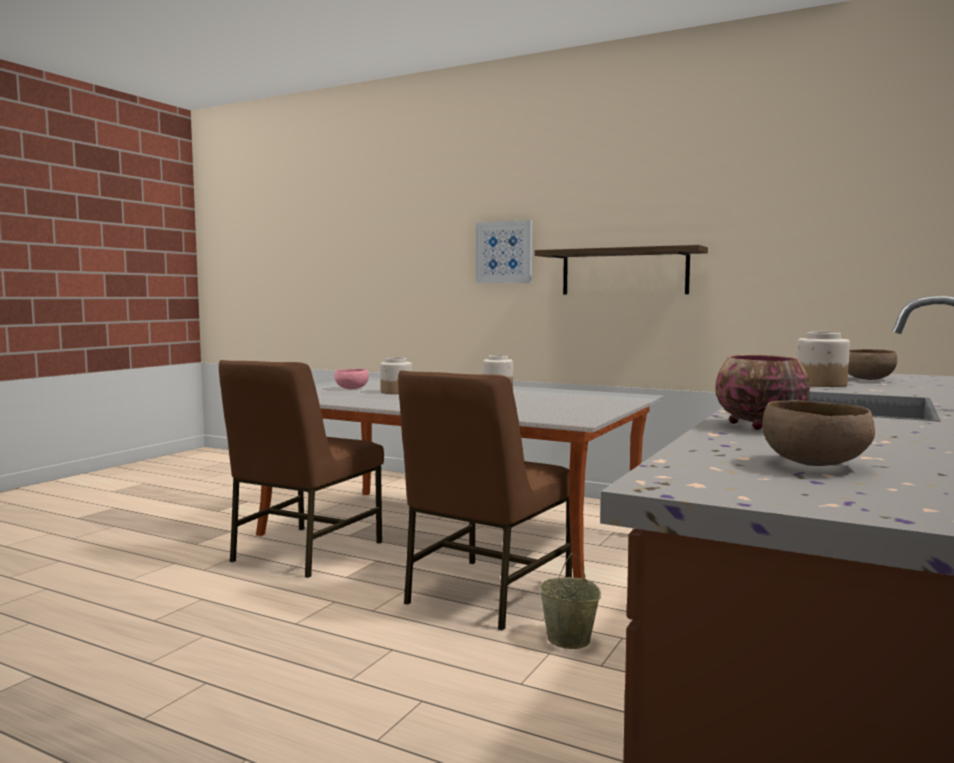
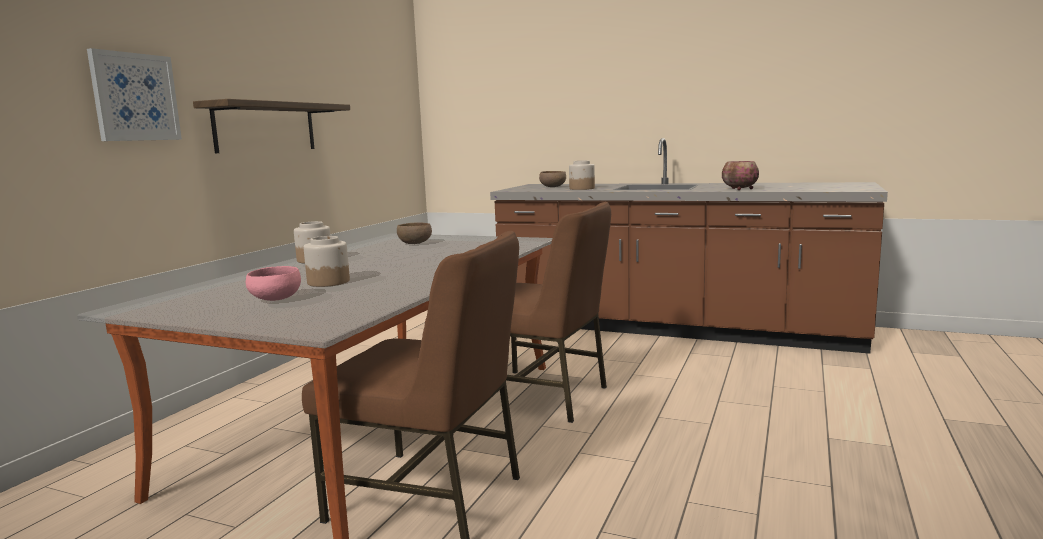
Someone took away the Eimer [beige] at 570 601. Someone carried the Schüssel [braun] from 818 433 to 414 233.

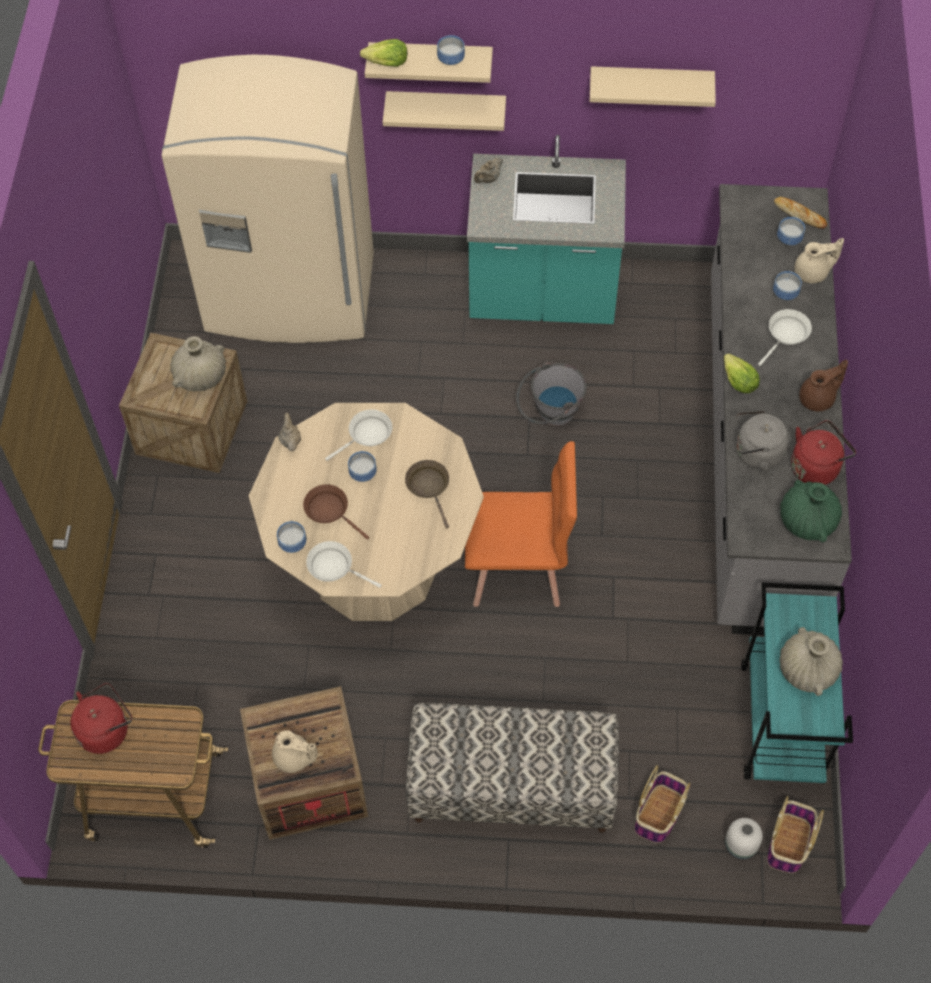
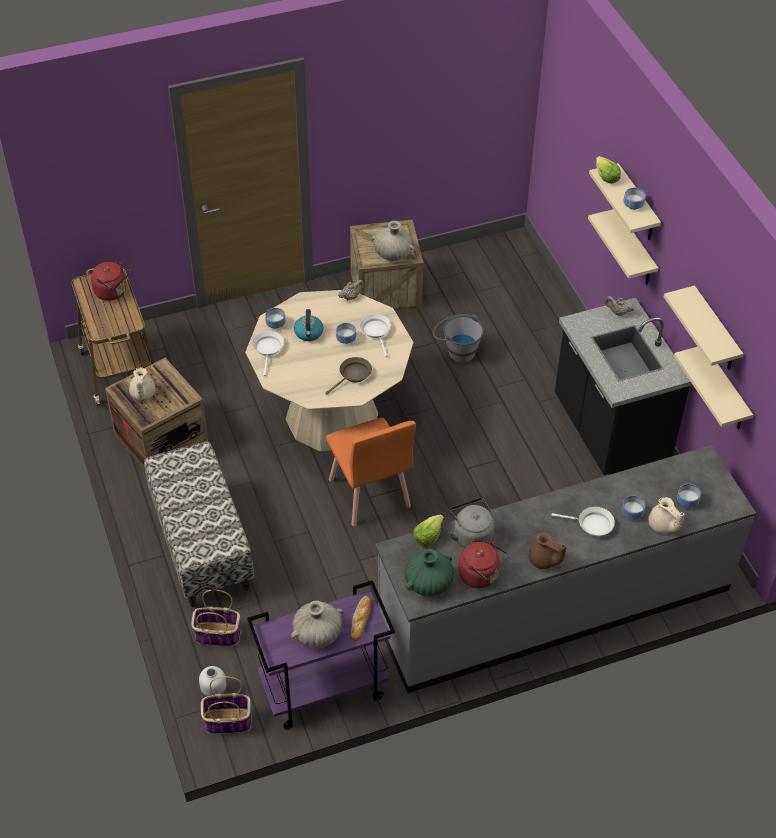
Someone took away the Kühlschrank [beige] at 267 199. Someone swapped the Pfanne [braun] at 336 512 for the Wasserkessel at 308 325. Someone rotated the Pfanne [weiß] at 358 435 by 135 degrees counterclockwise. Someone repainted the Küchenzeile [türkis] at 546 229, which became the Küchenzeile [schwarz] at 623 386. Someone carried the Eimer [grau] from 551 394 to 458 338. Someone carried the Salatkopf from 742 373 to 429 531. Someone repainted the Rollwagen [türkis] at 797 682, which became the Rollwagen [lila] at 321 654. Someone carried the Brot from 800 213 to 361 618. Someone put up the Wandregal [beige] at 713 388.

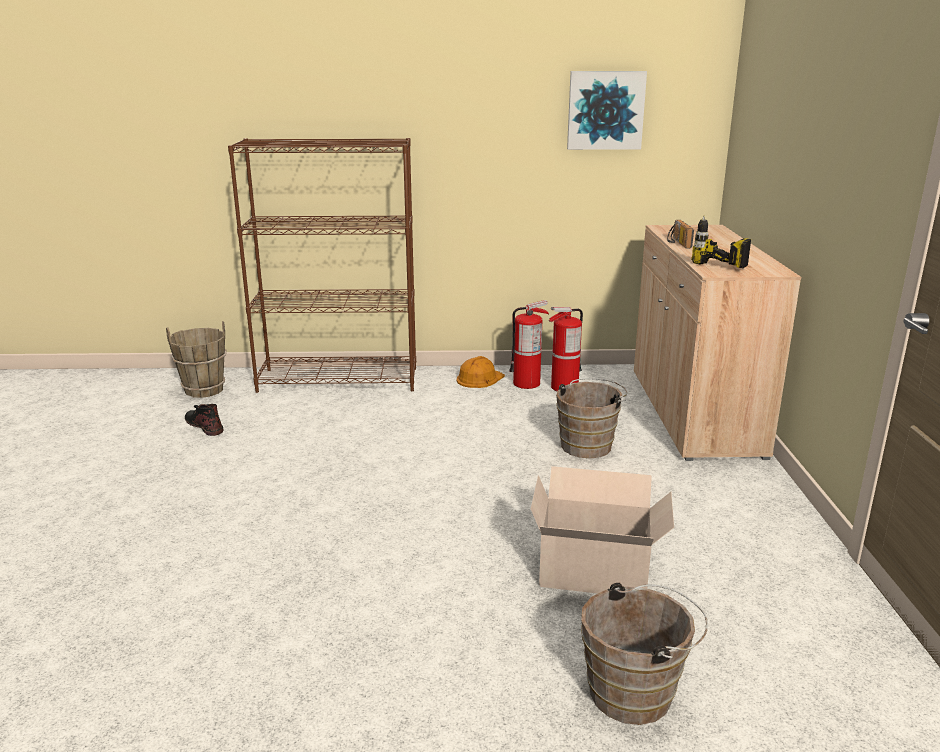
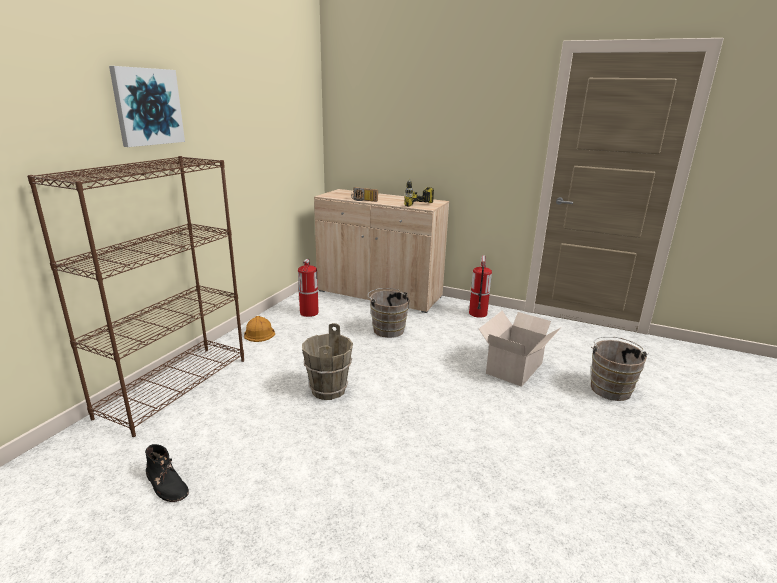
Someone carried the Eimer [braun] from 196 359 to 327 361. Someone rotated the Stiefel [schwarz] at 204 420 by 120 degrees counterclockwise. Someone carried the Feuerlöscher from 529 344 to 480 286. Someone carried the Bild from 607 110 to 147 106.

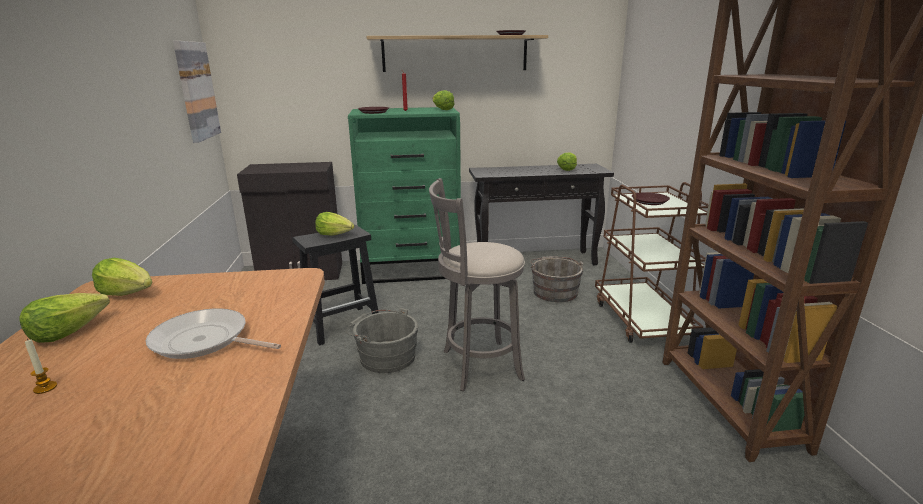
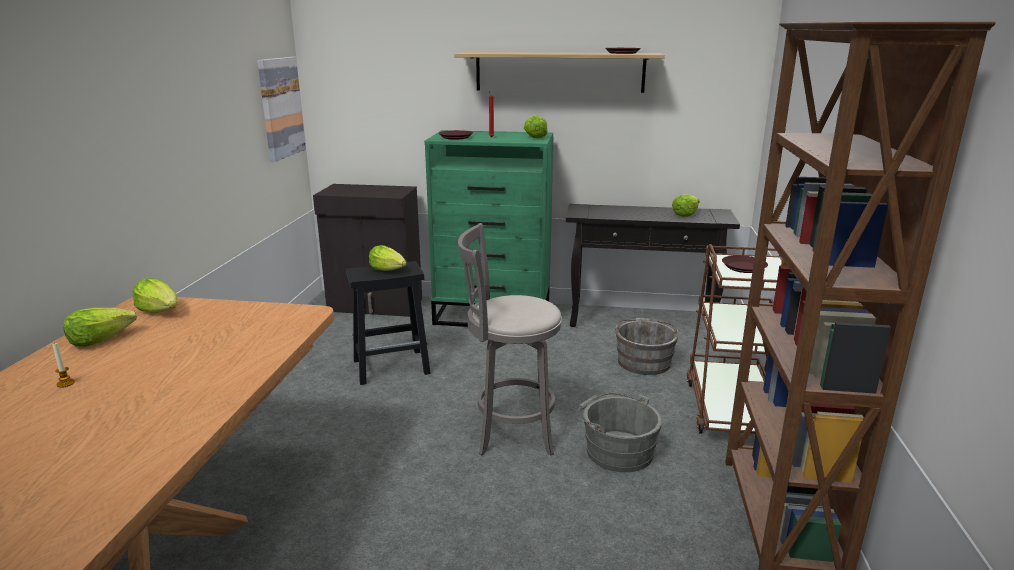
Someone took away the Pfanne at 213 333. Someone carried the Eimer [grau] from 381 340 to 618 432.

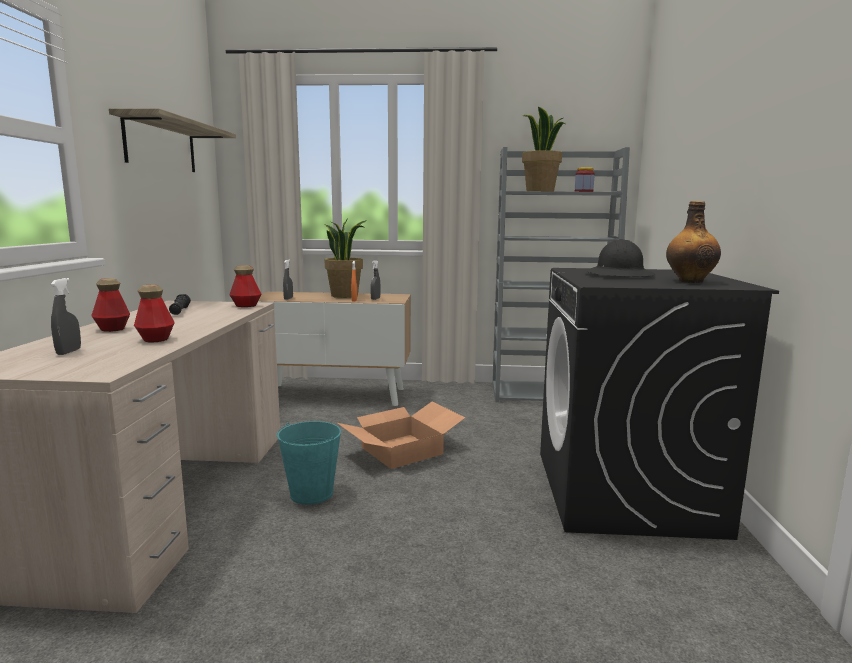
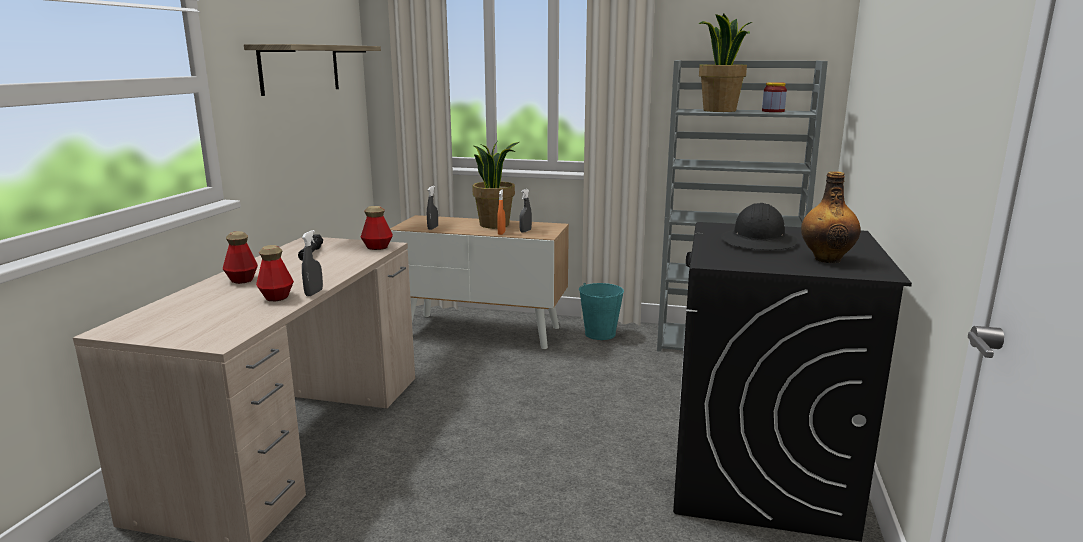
Someone carried the Sprühflasche [grau] from 66 316 to 312 263. Someone carried the Eimer [türkis] from 308 463 to 601 311. Someone took away the Karton at 401 435.

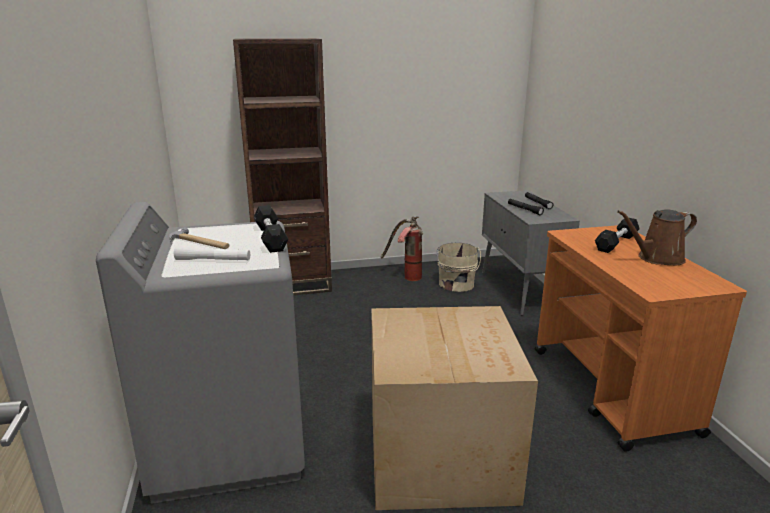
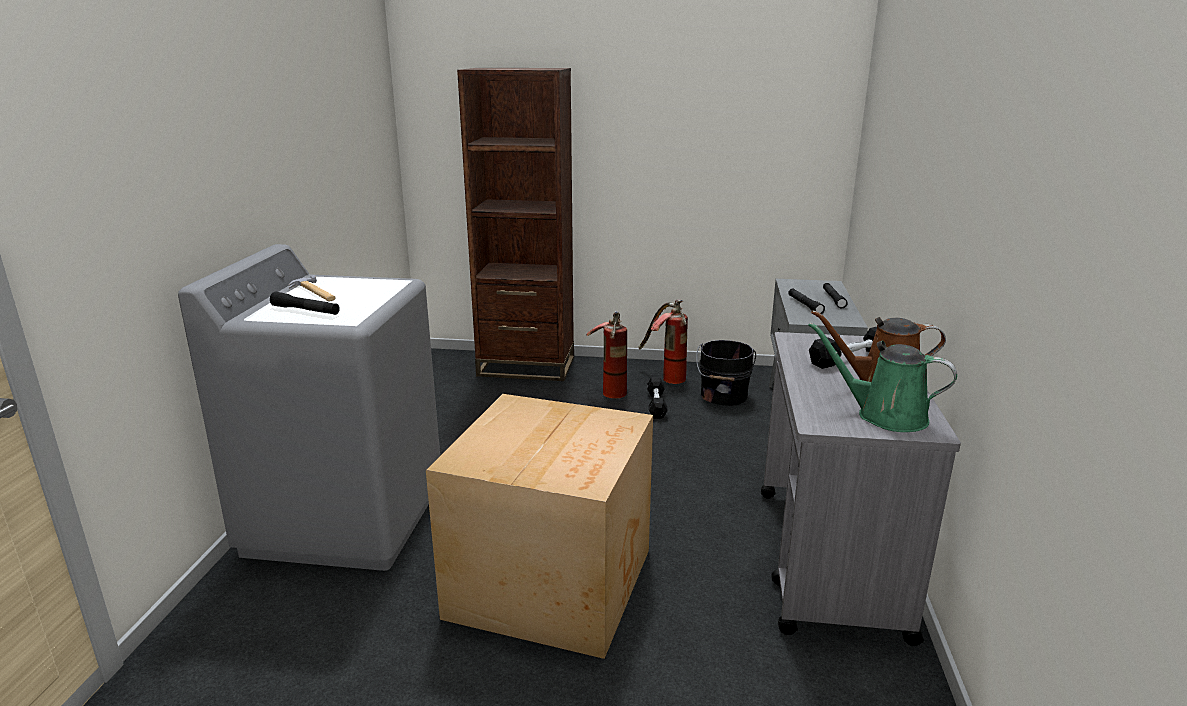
Someone repainted the Taschenlampe [weiß] at 212 253, which became the Taschenlampe [schwarz] at 305 303. Someone carried the Hantel [schwarz] from 271 229 to 657 398. Someone repainted the Eimer [beige] at 458 267, which became the Eimer [schwarz] at 726 373. Someone repainted the Rollwagen [orange] at 641 338, which became the Rollwagen [grau] at 861 489. Someone put down the Feuerlöscher at 606 354. Someone put down the Gießkanne [grün] at 882 377.

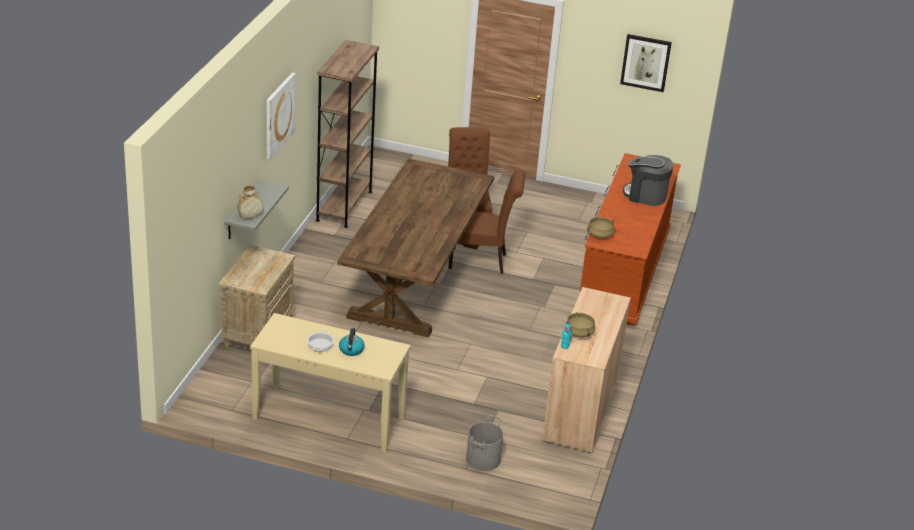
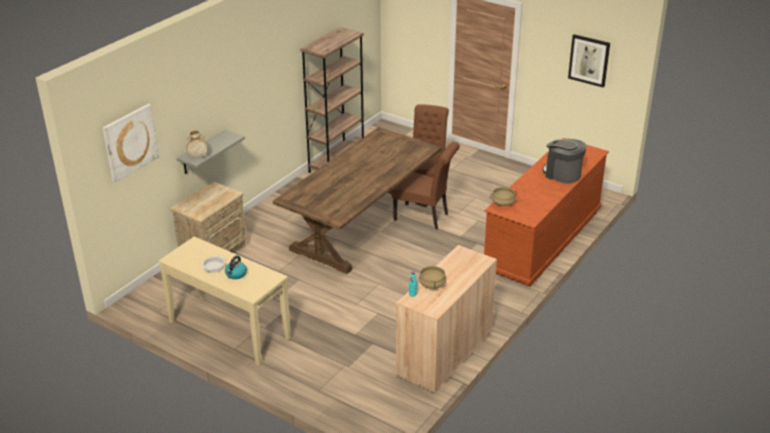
Someone carried the Bild from 281 116 to 131 143. Someone took away the Eimer [grau] at 484 443.

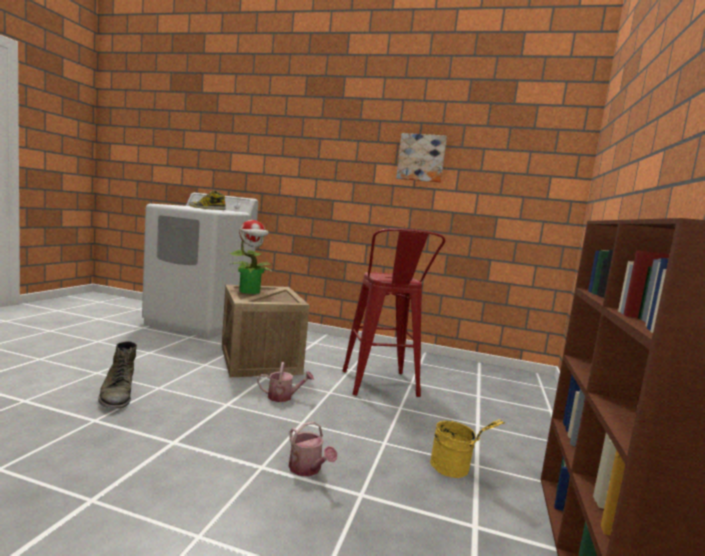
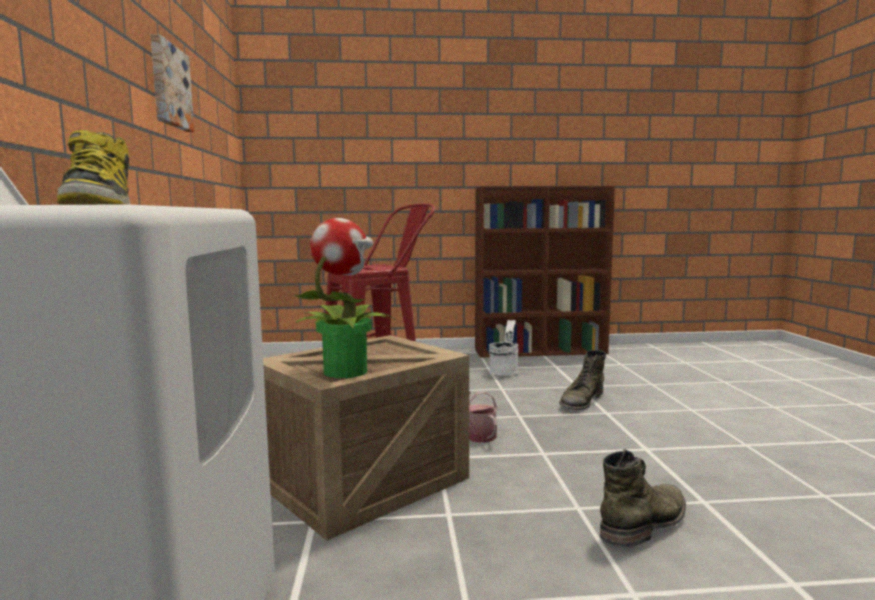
Someone swapped the Gießkanne at 313 448 for the Stiefel [grün] at 582 380. Someone repainted the Eimer [gelb] at 467 448, which became the Eimer [weiß] at 503 348.

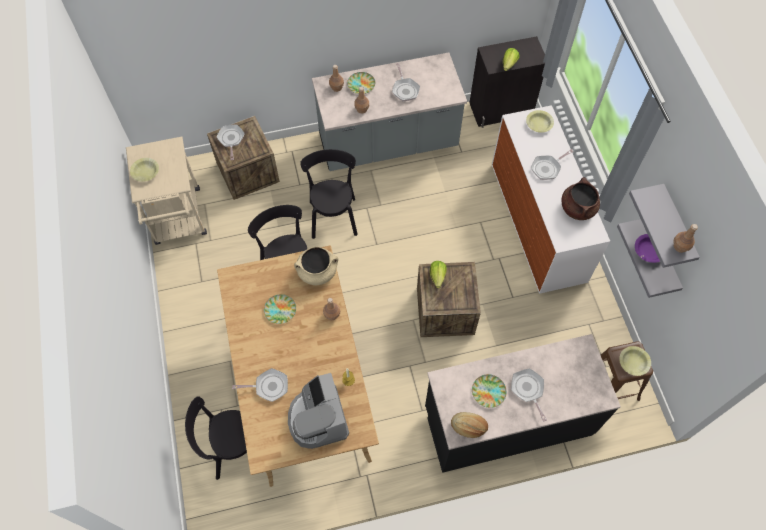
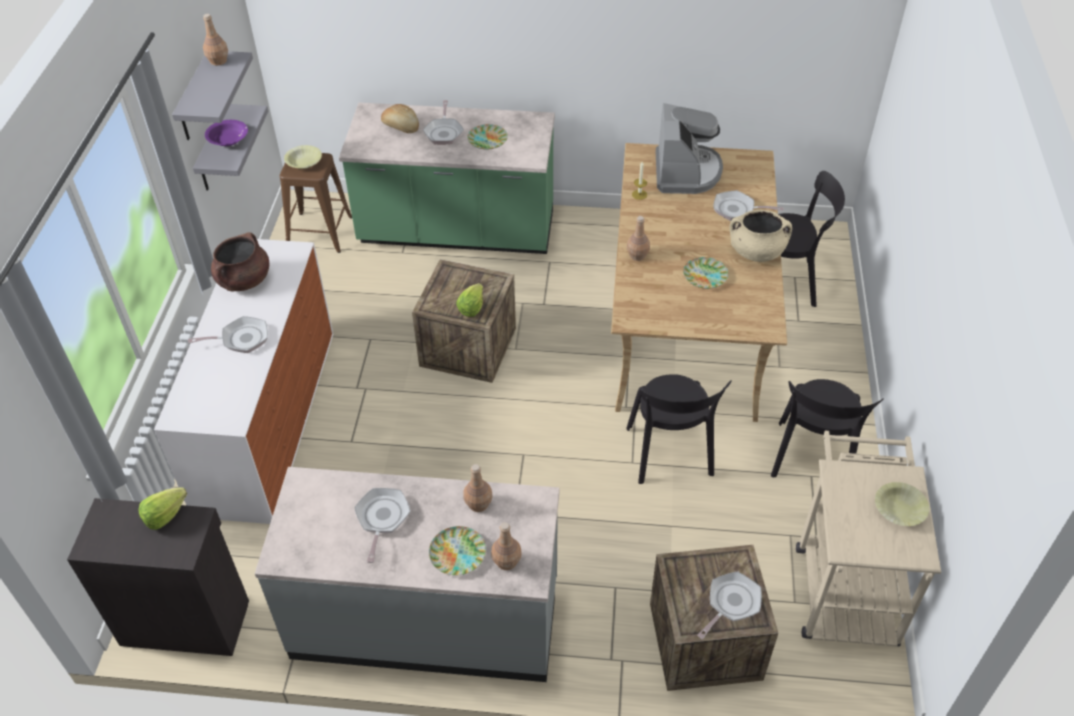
Someone rotated the Pfanne at 230 142 by 150 degrees counterclockwise. Someone carried the Kochtopf [beige] from 316 266 to 760 236. Someone carried the Stuhl [schwarz] from 329 194 to 827 428. Someone repainted the Küchenzeile [schwarz] at 523 403, which became the Küchenzeile [grün] at 447 178. Someone carried the Brot from 469 425 to 400 118. Someone took away the Schüssel [gelb] at 540 121.

